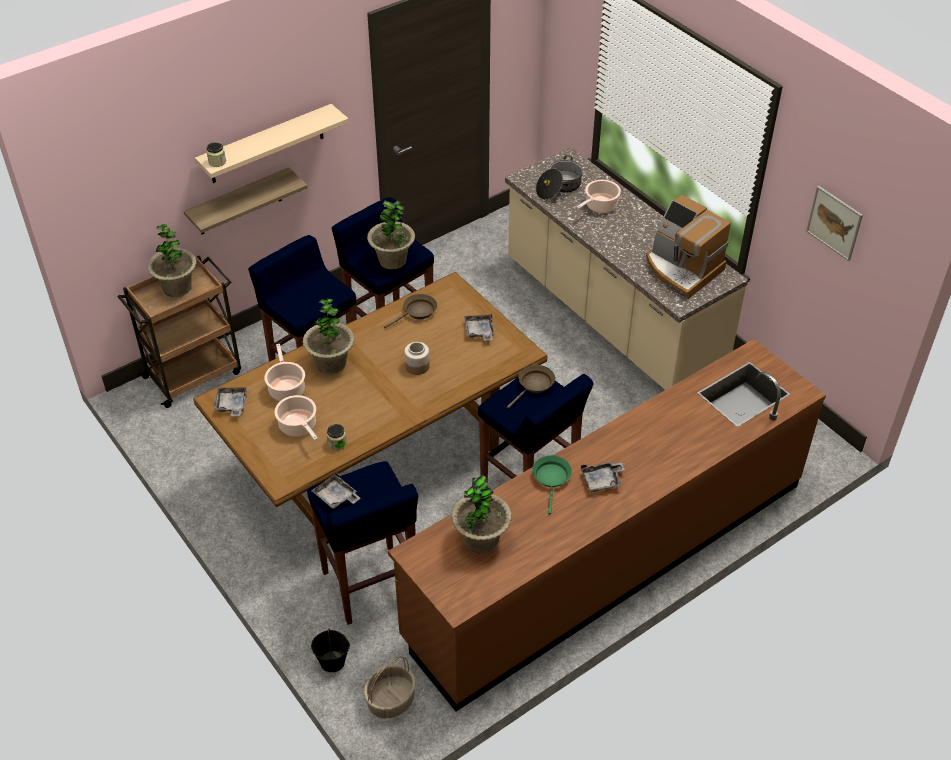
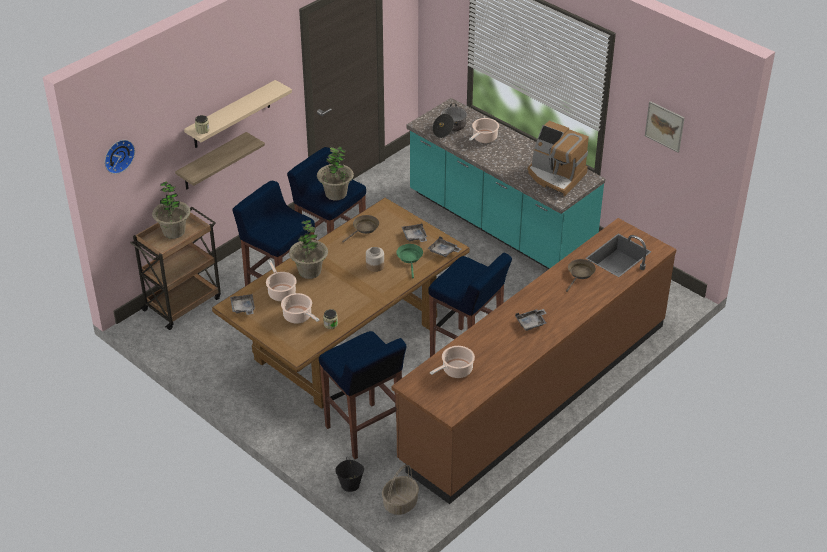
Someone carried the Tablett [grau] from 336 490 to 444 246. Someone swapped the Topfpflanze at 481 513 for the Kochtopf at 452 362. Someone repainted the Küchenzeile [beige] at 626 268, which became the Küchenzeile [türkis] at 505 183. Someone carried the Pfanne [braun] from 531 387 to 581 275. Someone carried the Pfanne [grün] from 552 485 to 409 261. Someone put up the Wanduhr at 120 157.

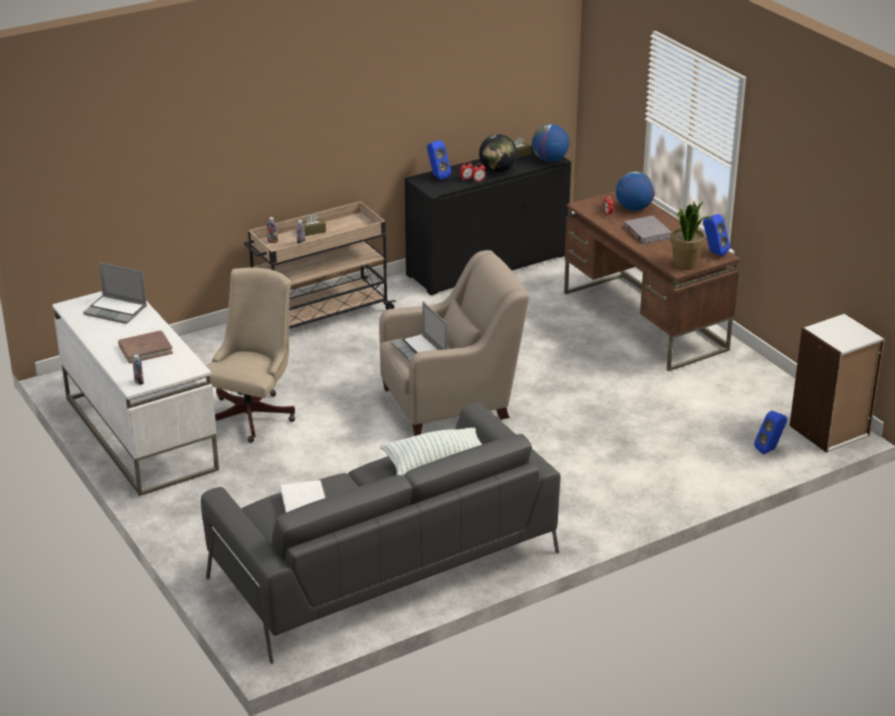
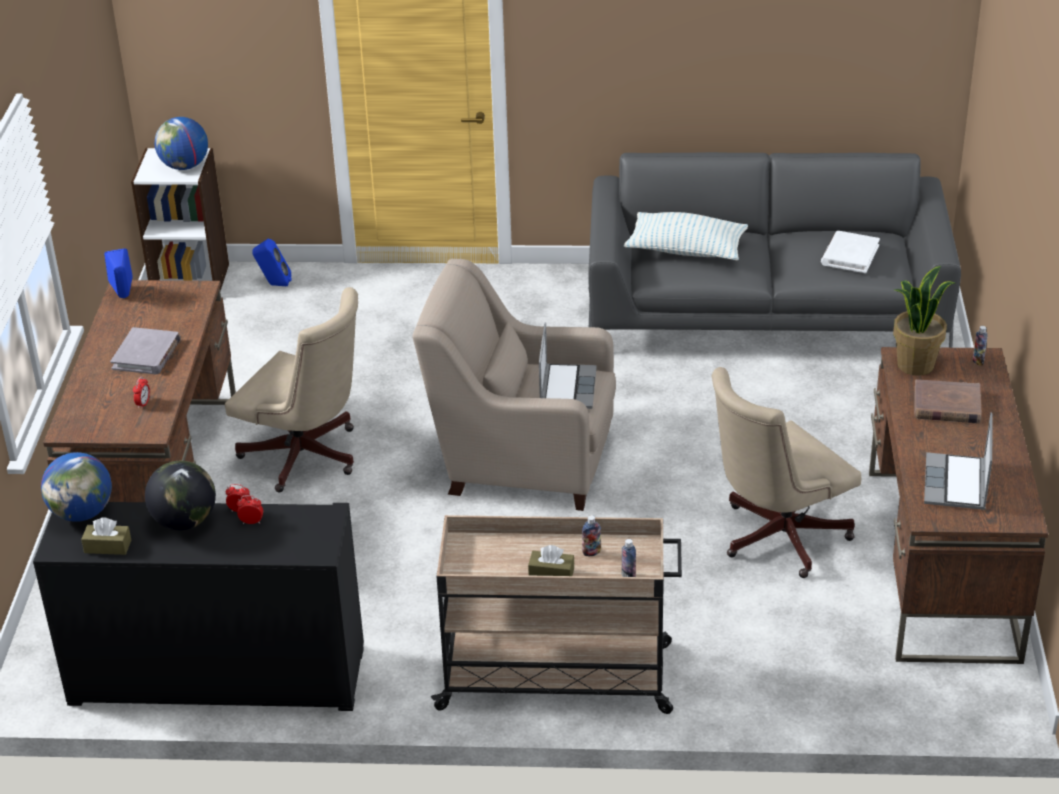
Someone repainted the Schreibtisch [weiß] at 135 393, which became the Schreibtisch [braun] at 958 505. Someone rotated the Laptop at 115 293 by 135 degrees counterclockwise. Someone took away the Lautsprecher [blau] at 439 160. Someone carried the Globus from 635 191 to 181 143. Someone carried the Topfpflanze from 690 235 to 924 321. Someone put down the Bürostuhl [beige] at 291 390.

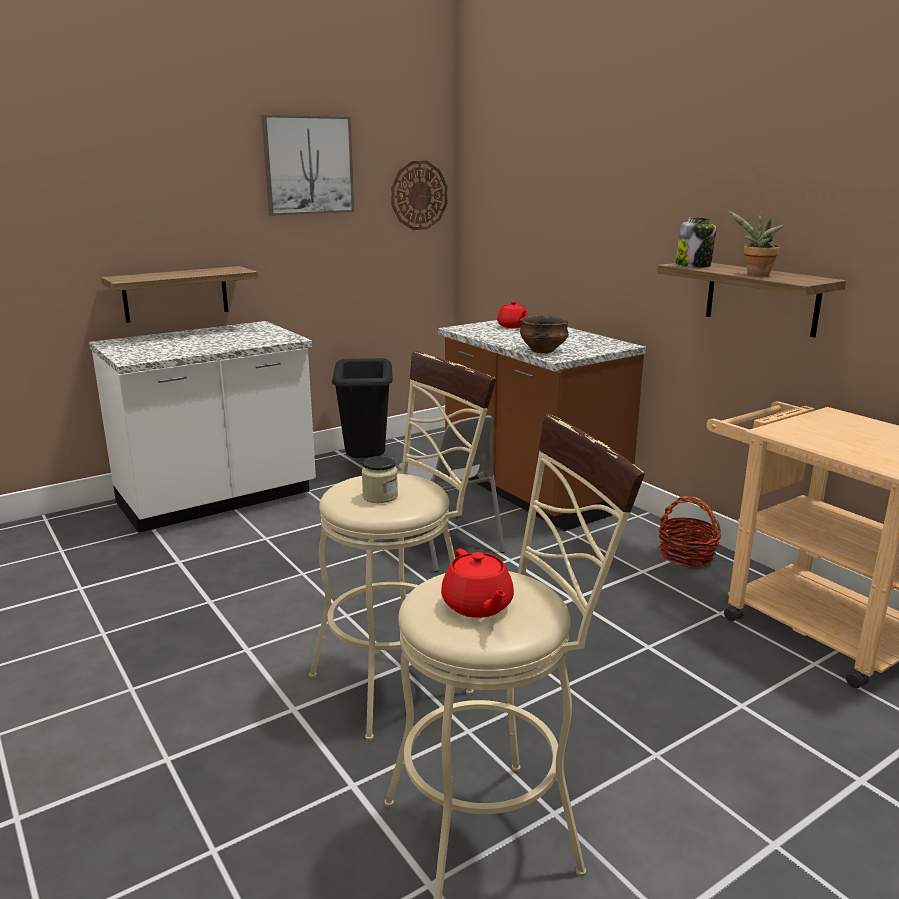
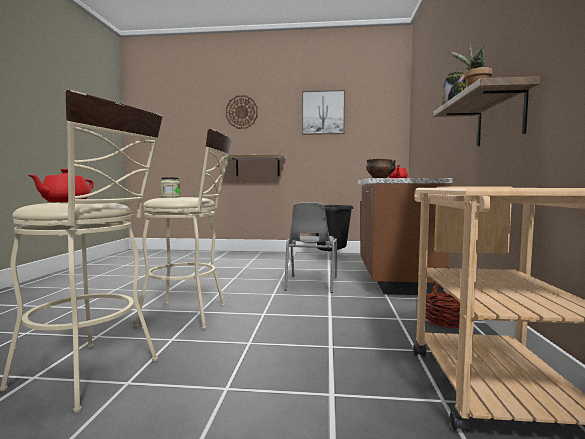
Someone took away the Küchenzeile [weiß] at 202 427. Someone carried the Wanduhr from 419 195 to 242 112.

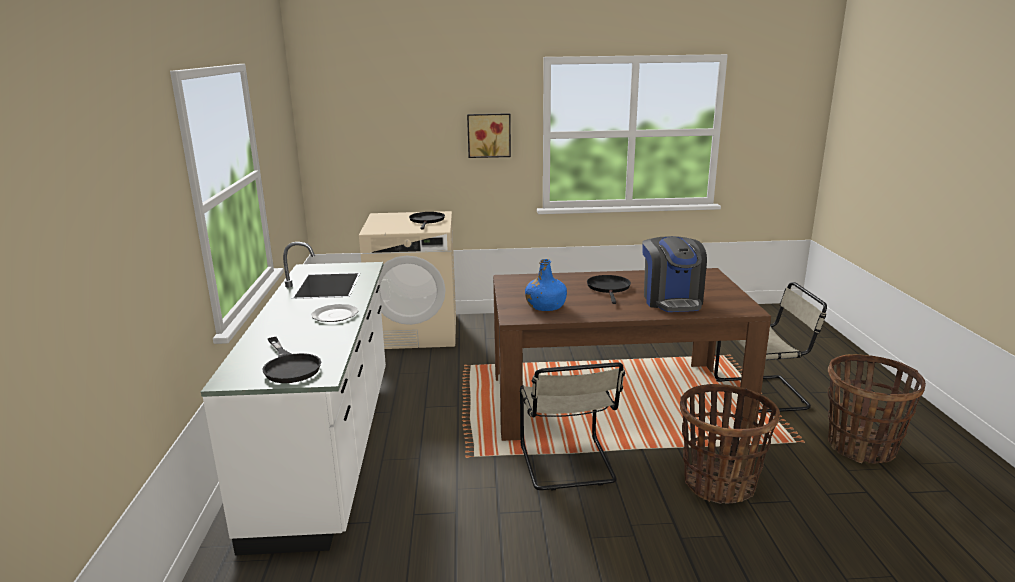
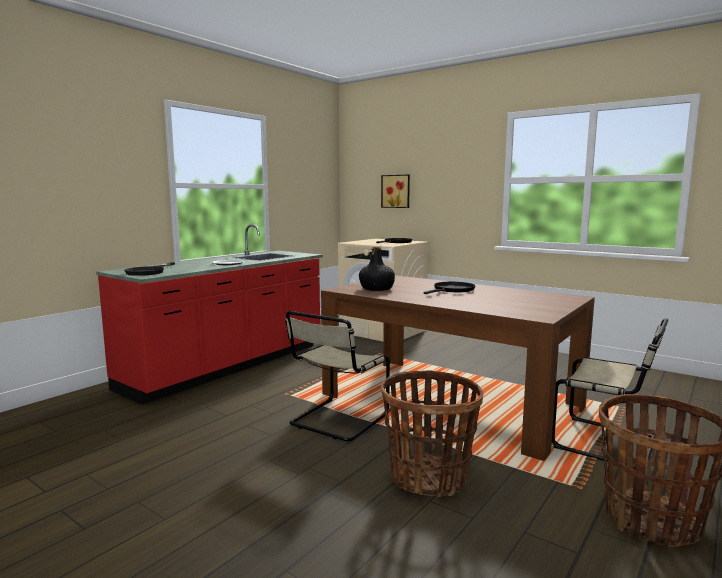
Someone repainted the Küchenzeile [weiß] at 293 398, which became the Küchenzeile [rot] at 209 314. Someone carried the Bild from 489 135 to 395 191. Someone repainted the Flasche [blau] at 546 285, which became the Flasche [schwarz] at 377 269. Someone took away the Kaffeemaschine at 674 274.

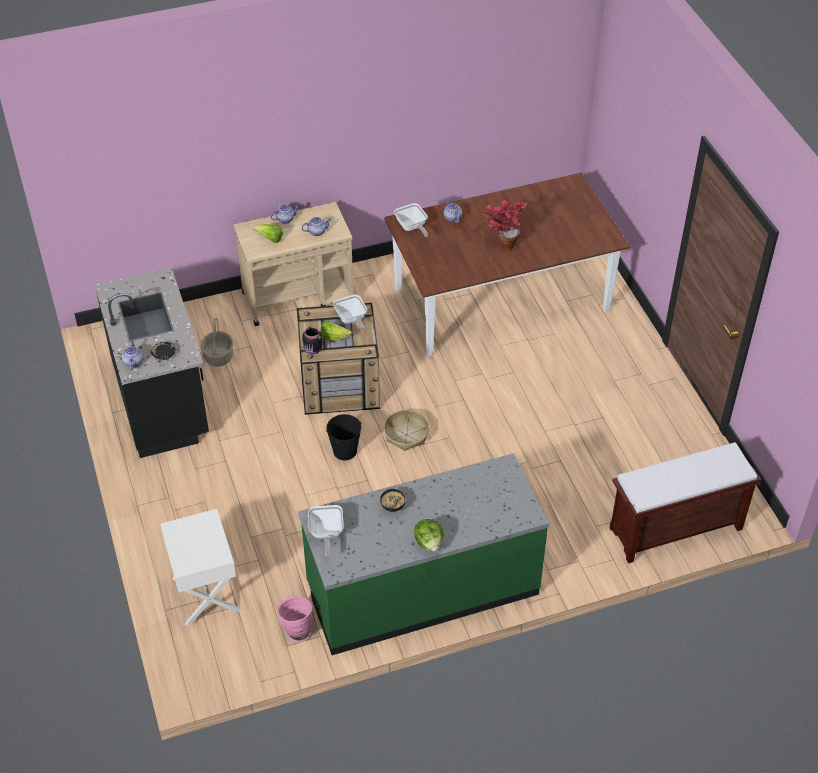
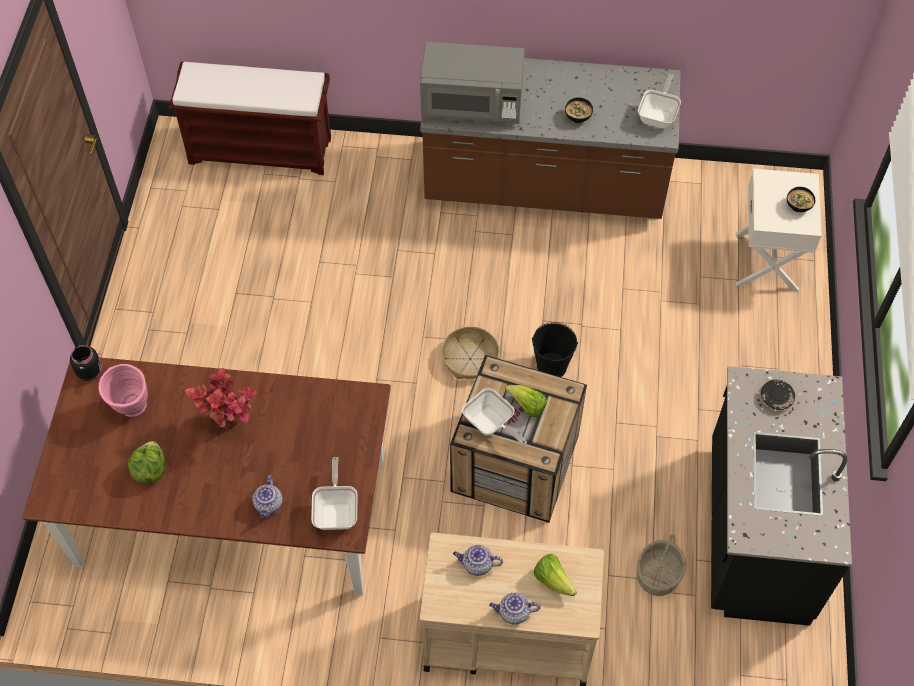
Someone took away the Teekanne at 132 355. Someone carried the Vase [rosa] from 294 619 to 123 390. Someone repainted the Küchenzeile [grün] at 423 554, which became the Küchenzeile [braun] at 550 138. Someone carried the Vorratsglas [schwarz] from 312 340 to 86 363. Someone rotated the Pfanne at 350 313 by 135 degrees clockwise. Someone carried the Salatkopf from 429 535 to 147 462. Someone put down the Mikrowelle [grau] at 472 83. Someone put down the Schüssel at 801 199.

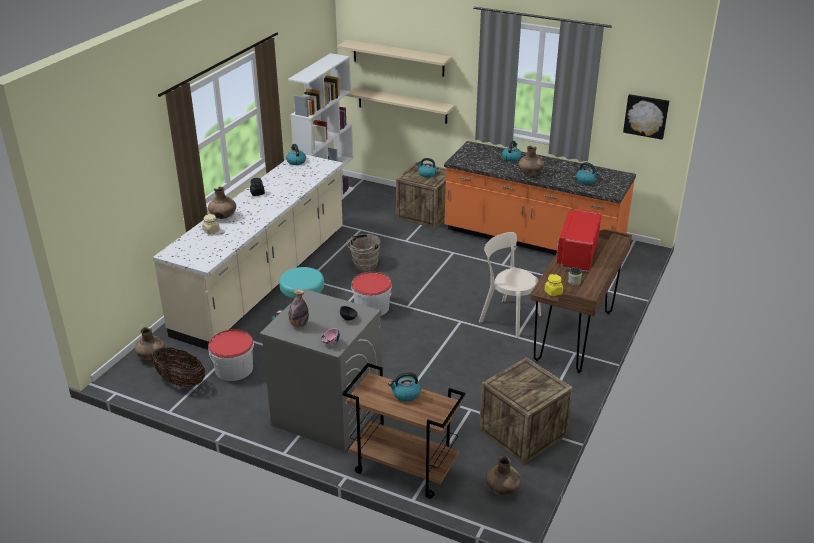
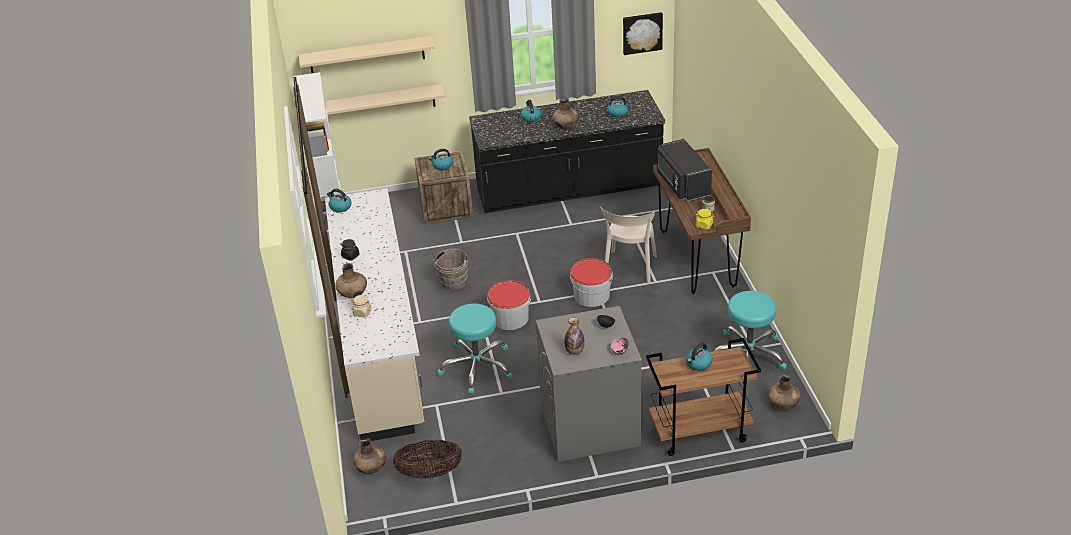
Someone carried the Eimer from 231 355 to 591 282. Someone repainted the Küchenzeile [orange] at 540 198, which became the Küchenzeile [schwarz] at 567 151. Someone rotated the Stuhl [beige] at 510 284 by 75 degrees counterclockwise. Someone swapped the Kiste at 526 411 for the Hocker [türkis] at 750 336. Someone repainted the Mikrowelle [rot] at 579 240, which became the Mikrowelle [schwarz] at 684 170.

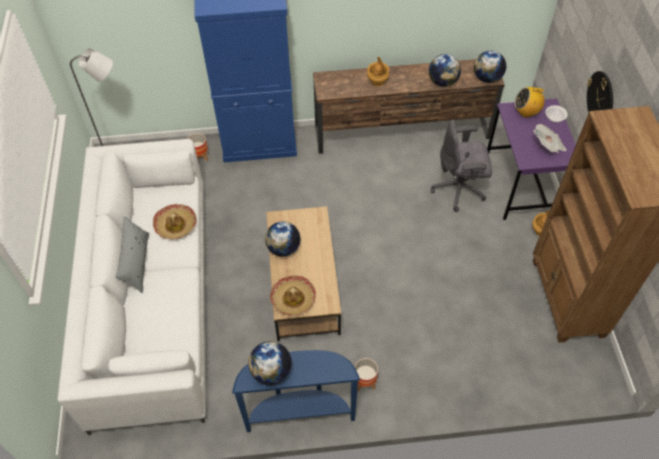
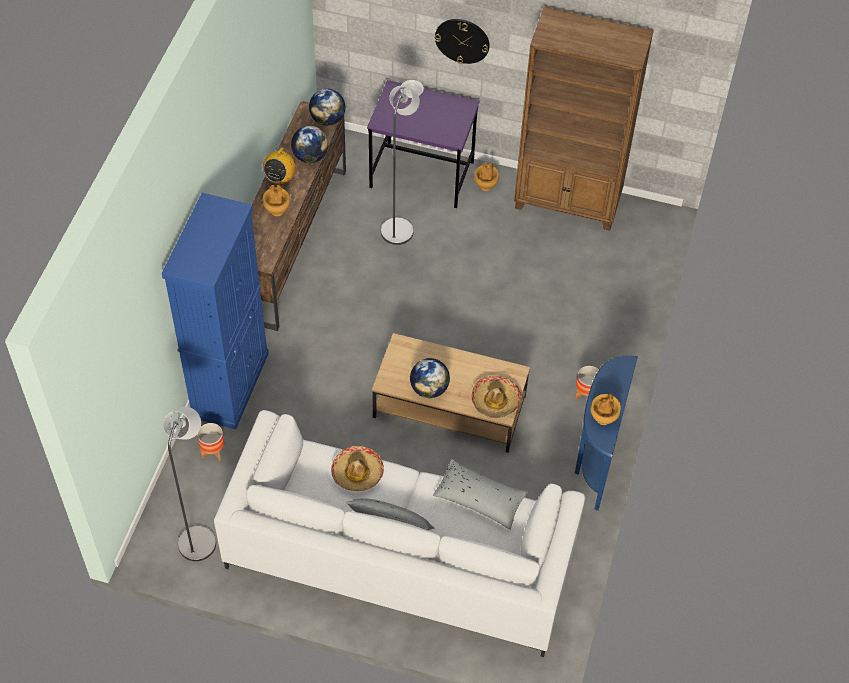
Someone swapped the Globus at 270 363 for the Vase [braun] at 606 409. Someone swapped the Bürostuhl [grau] at 461 165 for the Stehlampe [grau] at 400 165. Someone carried the Radio from 530 102 to 279 166. Someone took away the Zeitung at 550 138. Someone put down the Kissen [grau] at 480 494.

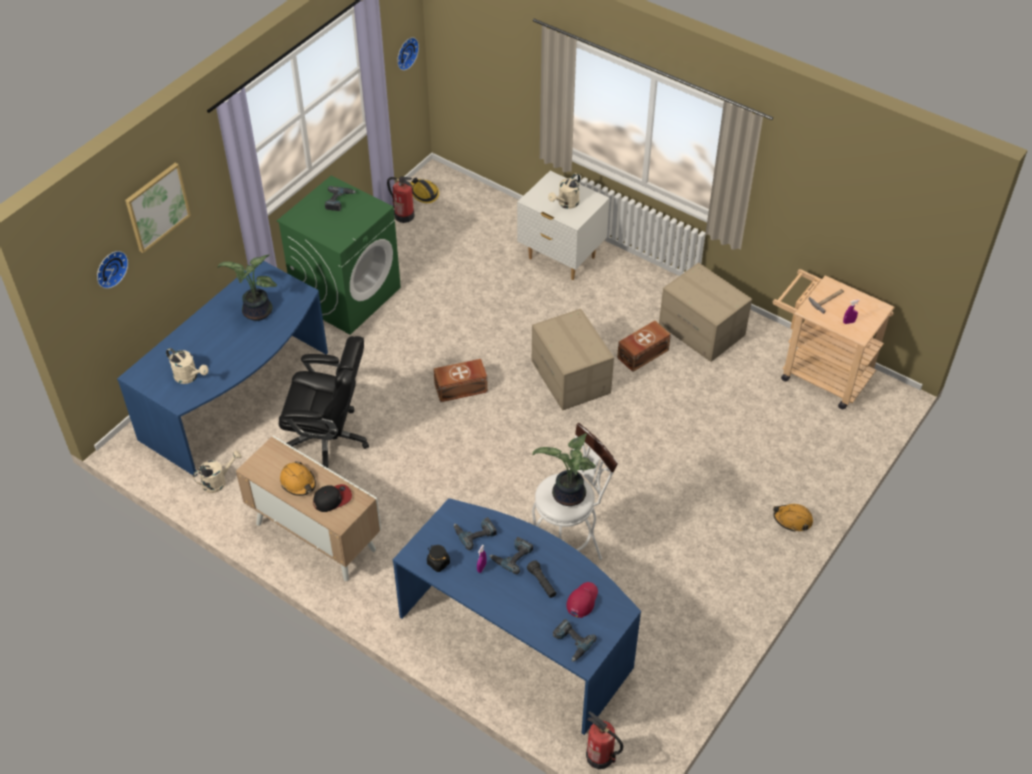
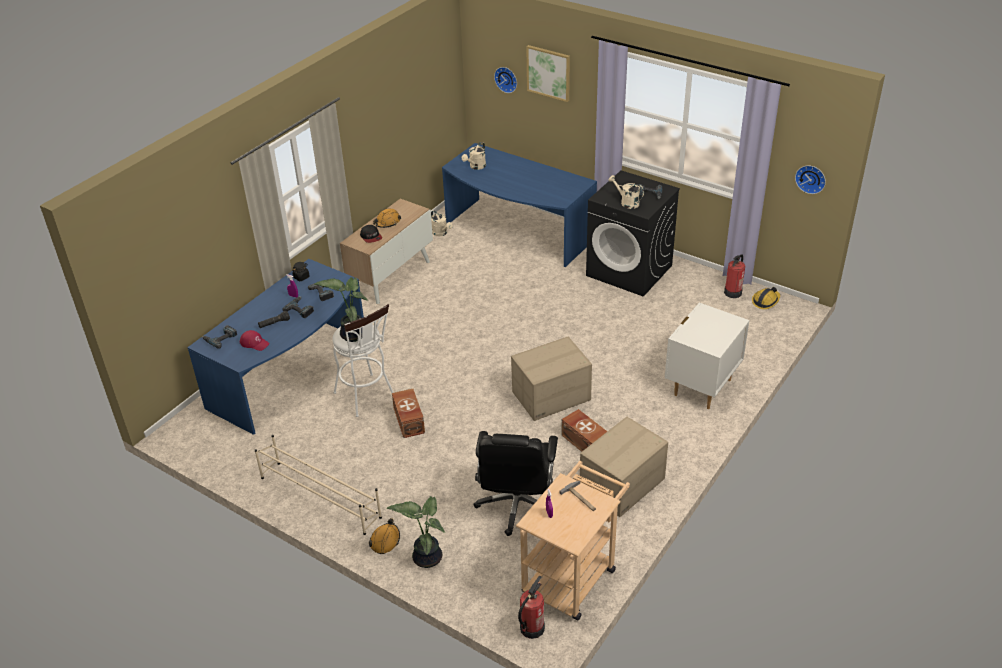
Someone carried the Topfpflanze from 247 287 to 416 532. Someone repainted the Waschmaschine [grün] at 339 255, which became the Waschmaschine [schwarz] at 633 233. Someone carried the Bürostuhl [schwarz] from 324 402 to 515 483. Someone carried the Aufbewahrungsbox [braun] from 461 380 to 408 413. Someone carried the Gießkanne [beige] from 564 191 to 626 192. Someone carried the Feuerlöscher from 604 740 to 531 607. Someone put down the Schuhregal [beige] at 318 485.

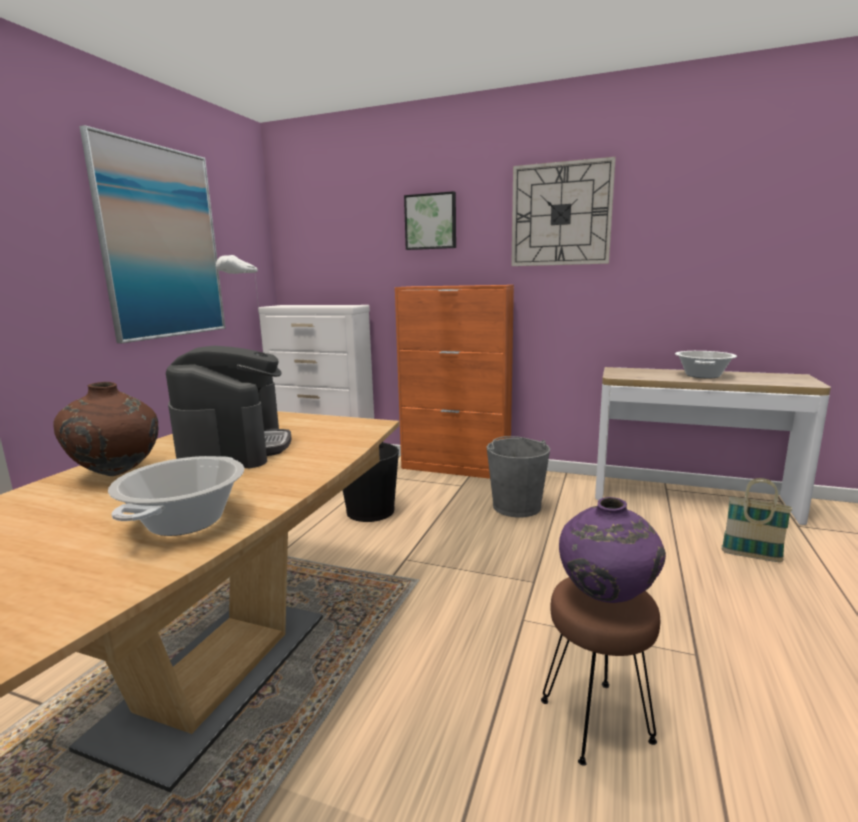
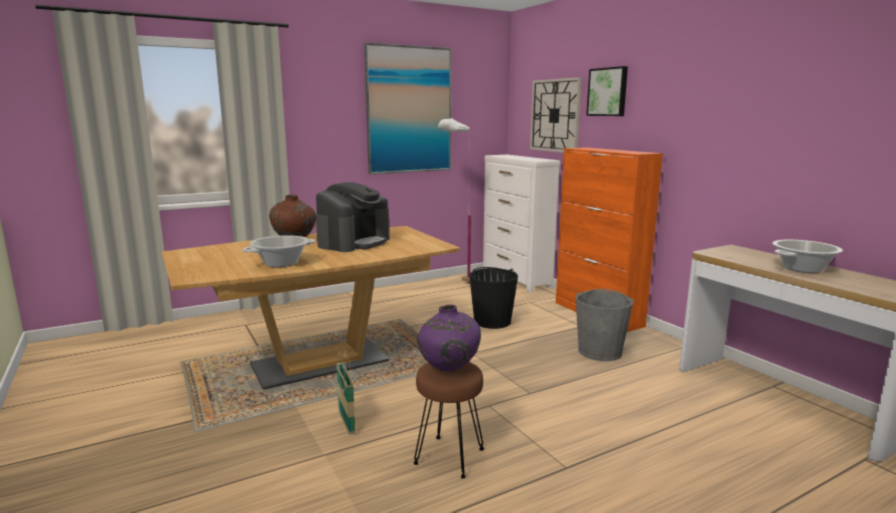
Someone carried the Wanduhr from 563 211 to 556 114. Someone carried the Korb from 756 520 to 346 392.

